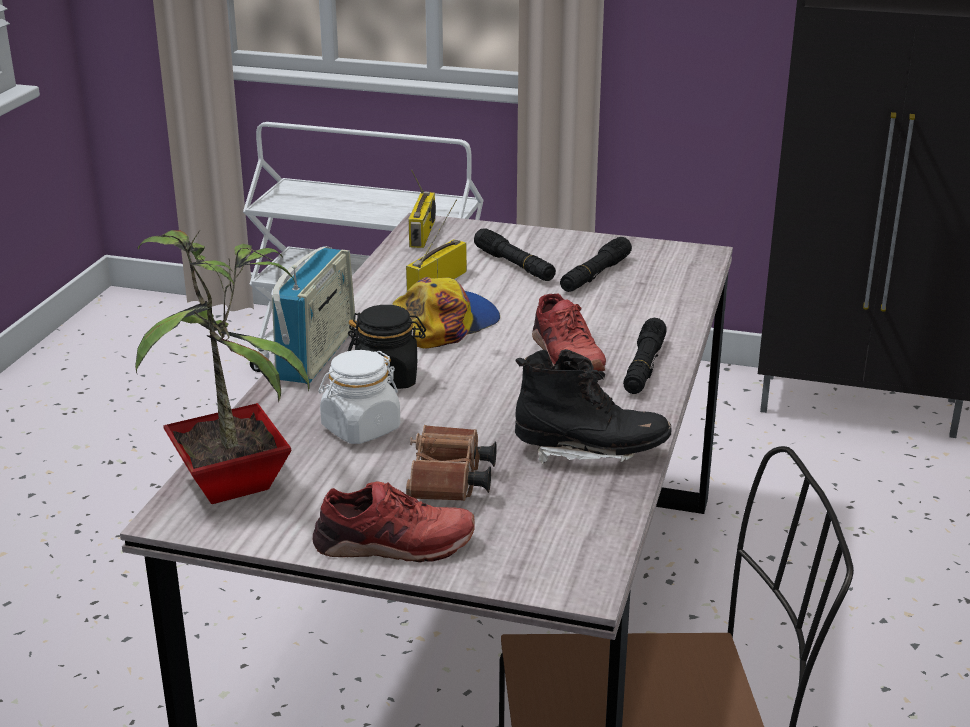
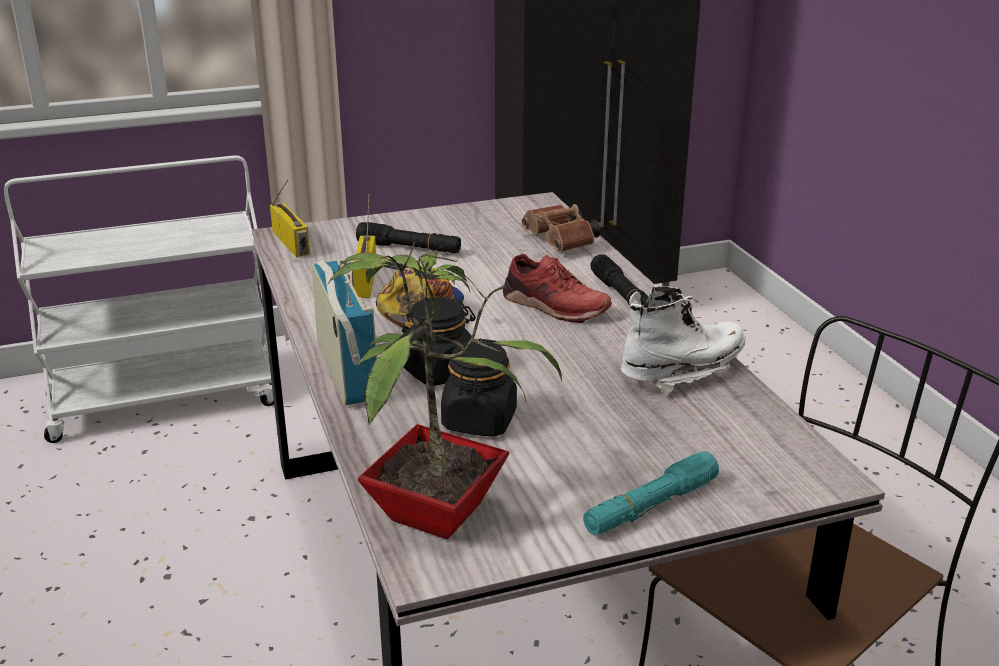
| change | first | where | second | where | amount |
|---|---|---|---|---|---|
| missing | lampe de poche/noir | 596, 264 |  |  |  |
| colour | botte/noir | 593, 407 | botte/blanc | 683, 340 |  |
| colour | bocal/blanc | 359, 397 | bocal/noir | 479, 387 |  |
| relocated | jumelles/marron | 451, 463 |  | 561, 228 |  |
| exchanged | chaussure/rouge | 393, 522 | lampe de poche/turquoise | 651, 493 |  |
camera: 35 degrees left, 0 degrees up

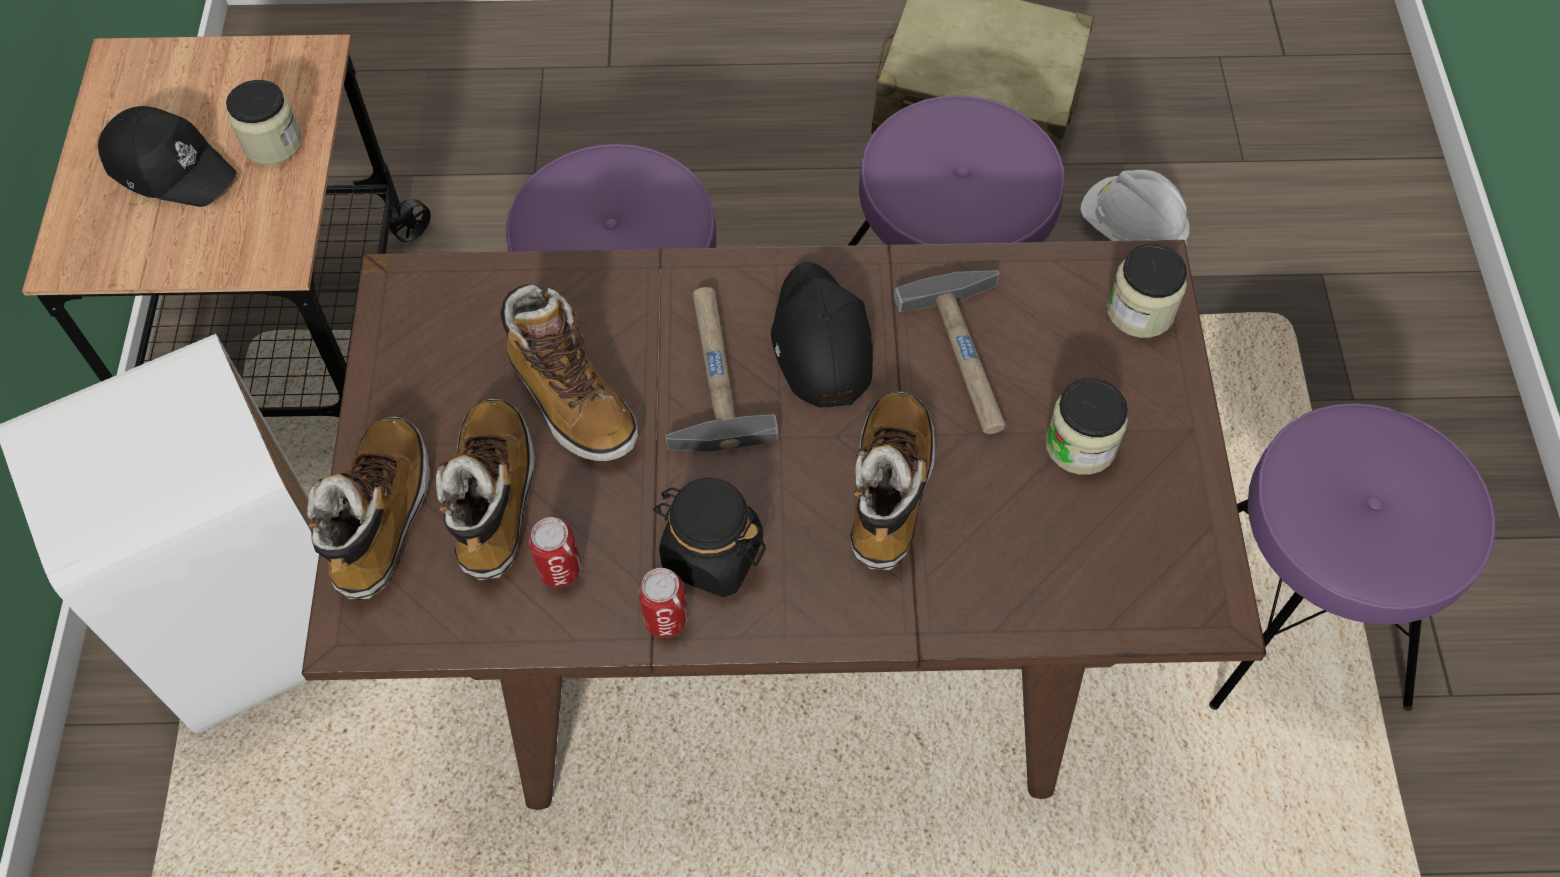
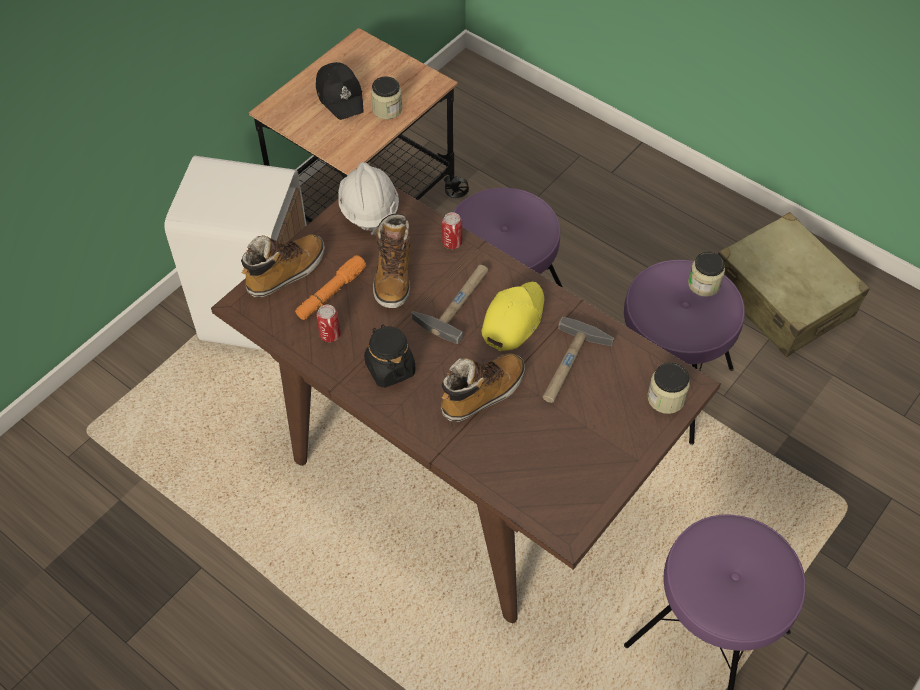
| change | first | where | second | where | amount |
|---|---|---|---|---|---|
| relocated | casque de chantier/blanc | 1135, 207 |  | 368, 198 |  |
| colour | casquette/noir | 822, 334 | casquette/jaune | 513, 316 |  |
| relocated | bocal | 1086, 426 |  | 706, 274 |  |
| exchanged | botte | 485, 489 | lampe de poche/orange | 330, 287 |  |
| relocated | boîte métallique | 663, 603 |  | 452, 230 |  |
camera: 40 degrees right, 5 degrees down

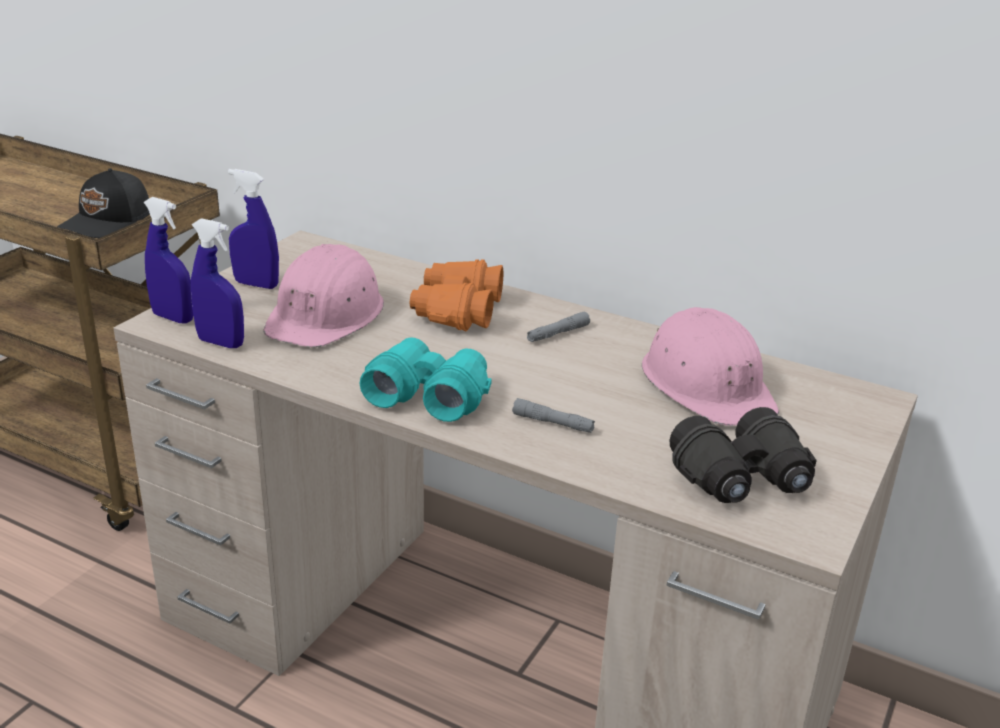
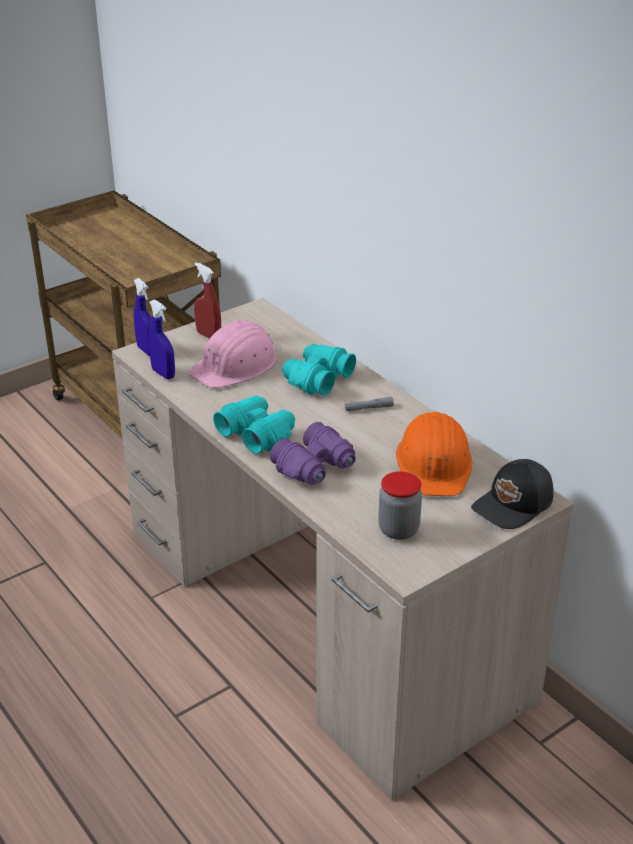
| change | first | where | second | where | amount |
|---|---|---|---|---|---|
| relocated | casquette/noir | 103, 203 |  | 512, 494 |  |
| colour | vaporisateur/bleu | 253, 229 | vaporisateur/rouge | 207, 300 |  |
| colour | jumelles/orange | 456, 295 | jumelles/turquoise | 319, 370 |  |
| colour | casque de chantier/rose | 710, 366 | casque de chantier/orange | 434, 454 |  |
| exchanged | lampe de poche/gris | 553, 415 | jumelles/violet | 313, 453 |  |
| exchanged | jumelles/noir | 743, 455 | bocal | 400, 505 |  |
camera: 25 degrees right, 5 degrees up

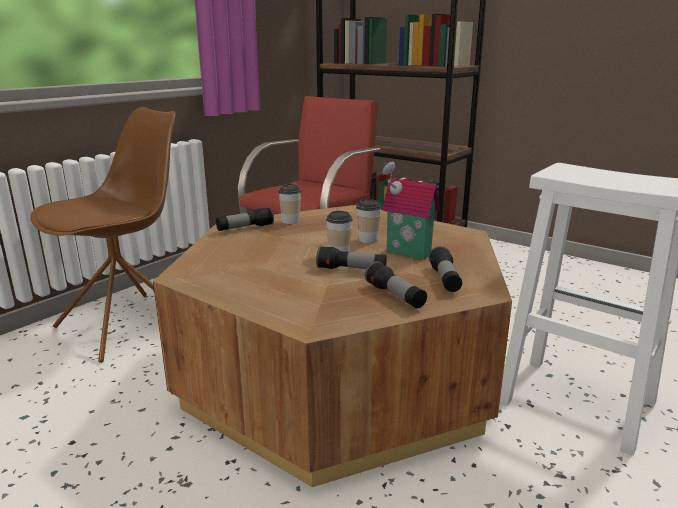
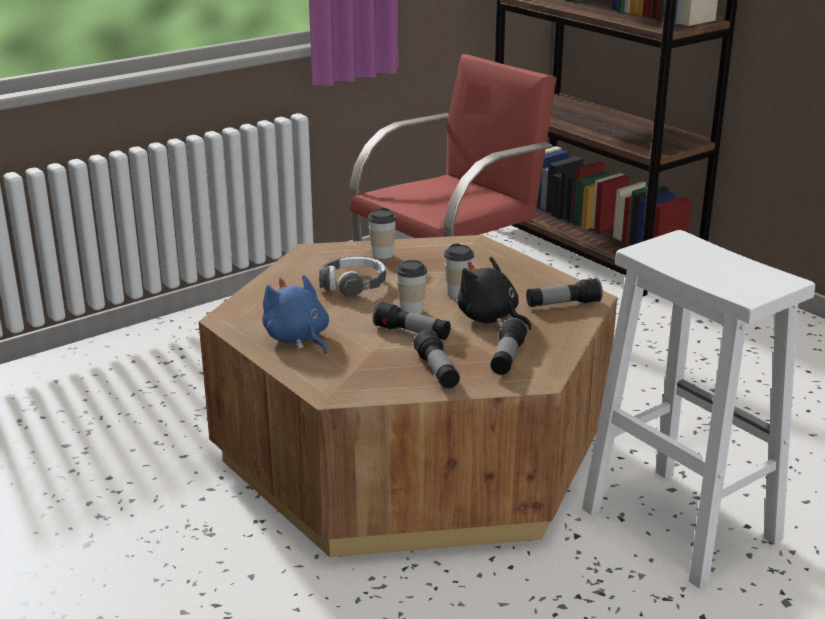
| change | first | where | second | where | amount |
|---|---|---|---|---|---|
| missing | chaise/marron | 103, 235 |  |  |  |
| exchanged | maison miniature | 411, 211 | peluche/noir | 494, 293 |  |
| relocated | lampe de poche | 245, 219 |  | 564, 292 |  |
| appeared |  |  | casque audio | 352, 277 |  |
| appeared |  |  | peluche/bleu | 295, 314 |  |
camera: 15 degrees right, 5 degrees up

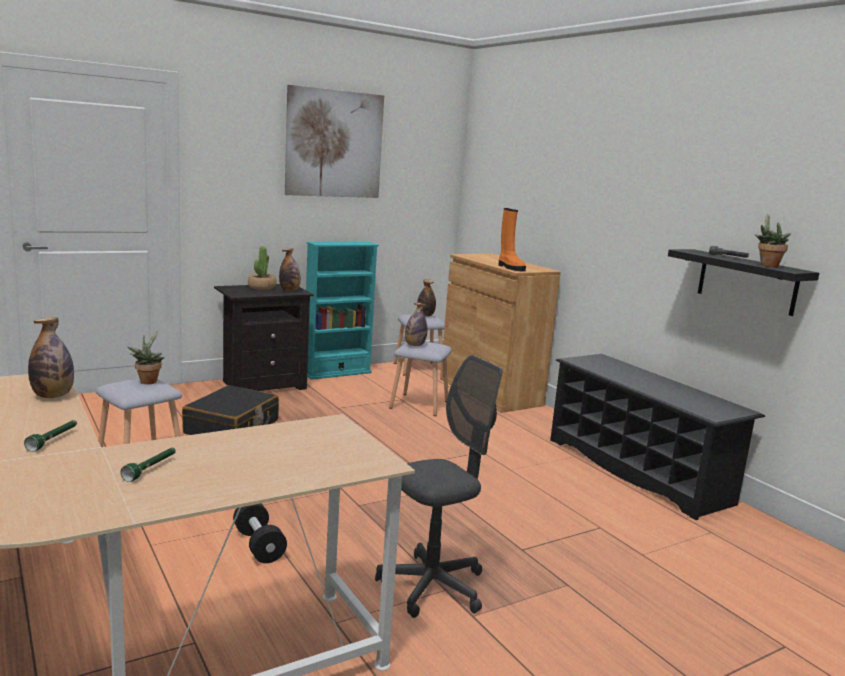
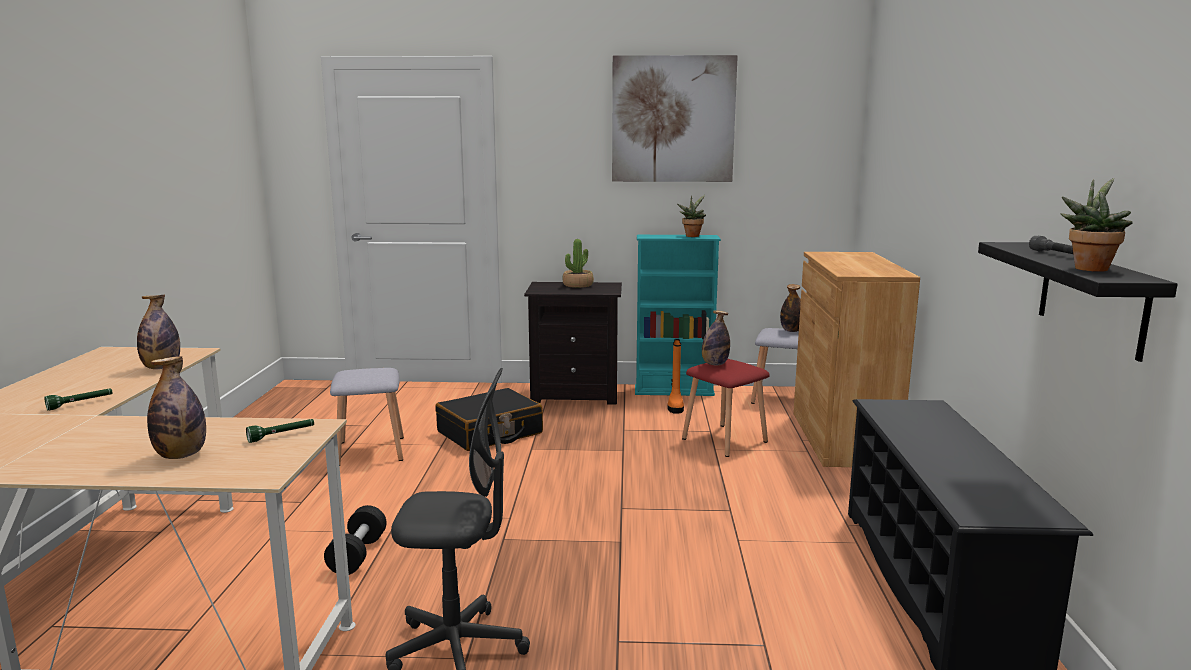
| change | first | where | second | where | amount |
|---|---|---|---|---|---|
| relocated | botte/orange | 512, 239 |  | 675, 376 |  |
| relocated | bouteille | 290, 269 |  | 176, 407 |  |
| relocated | plante en pot | 145, 357 |  | 691, 216 |  |
| colour | tabouret/gris | 420, 379 | tabouret/rouge | 726, 408 |  |
| relocated | lampe de poche/vert | 148, 465 |  | 280, 431 |  |
camera: 35 degrees right, 0 degrees up

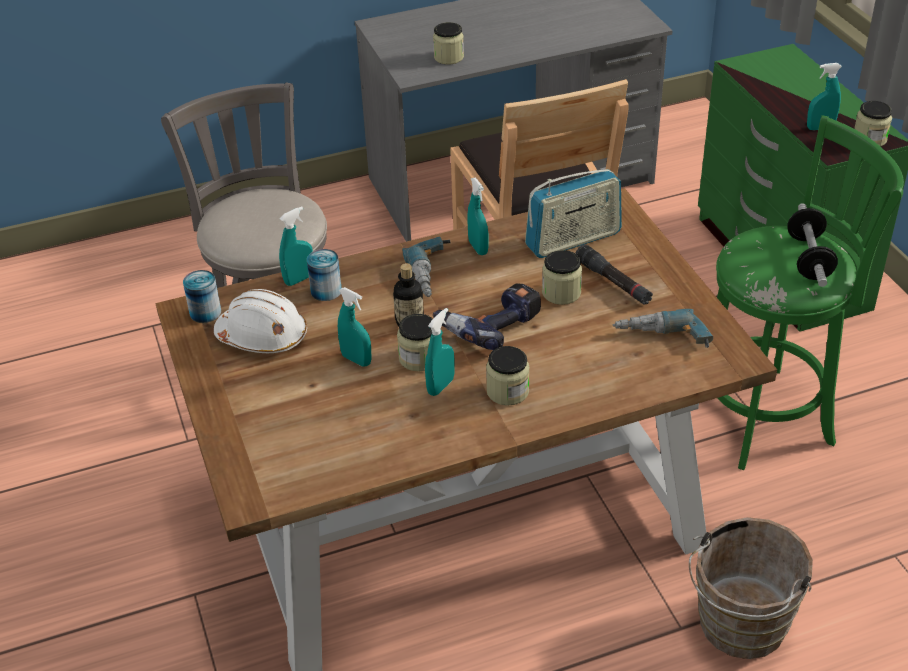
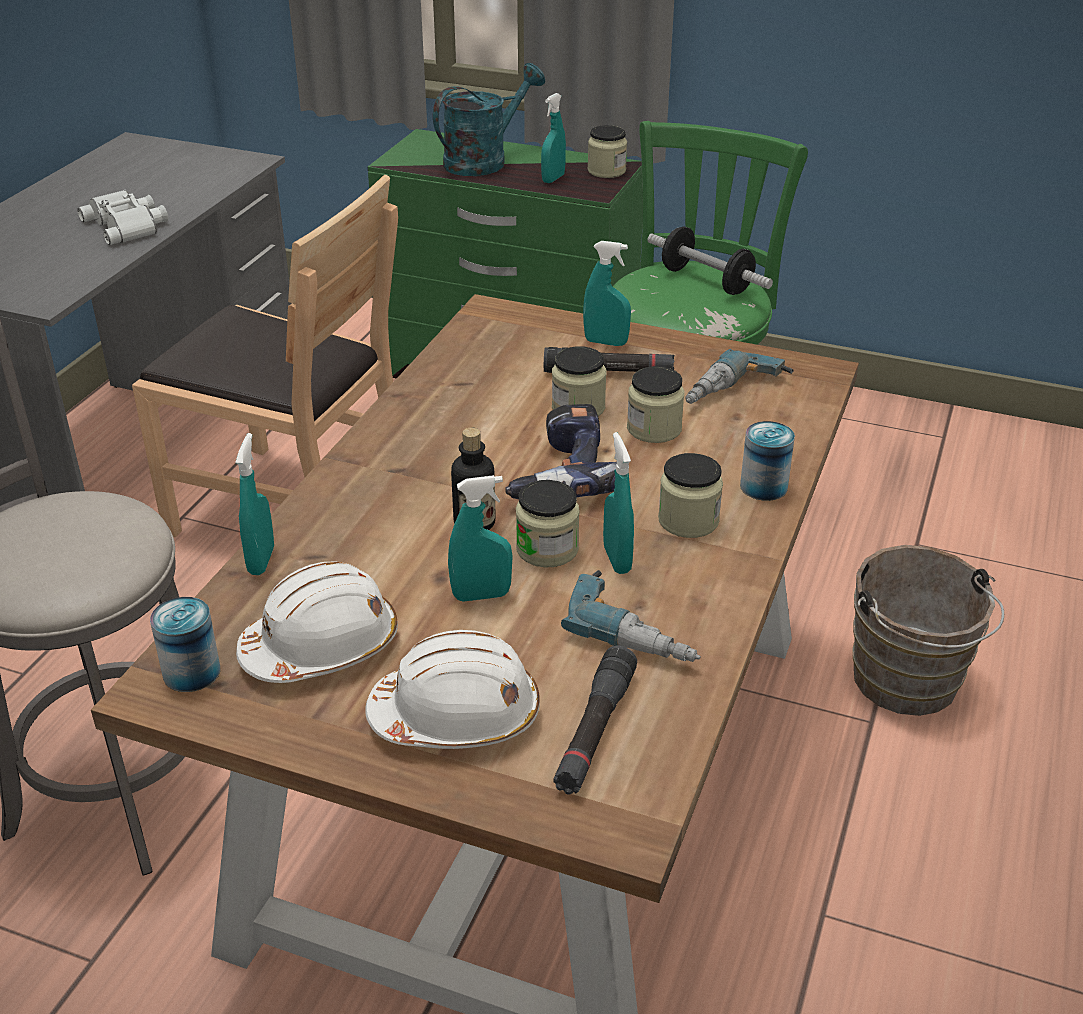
| change | first | where | second | where | amount |
|---|---|---|---|---|---|
| relocated | bocal | 448, 43 |  | 655, 404 |  |
| missing | radio | 573, 213 |  |  |  |
| relocated | vaporisateur/turquoise | 478, 216 |  | 607, 293 |  |
| relocated | perceuse | 426, 266 |  | 631, 616 |  |
| relocated | boîte métallique | 324, 275 |  | 767, 461 |  |
| appeared |  |  | arrosoir/turquoise | 489, 119 |  |
| appeared |  |  | jumelles/blanc | 122, 217 |  |
| appeared |  |  | casque de chantier/blanc | 453, 689 |  |
| appeared |  |  | lampe de poche/noir | 595, 720 |  |
camera: 50 degrees left, 5 degrees down

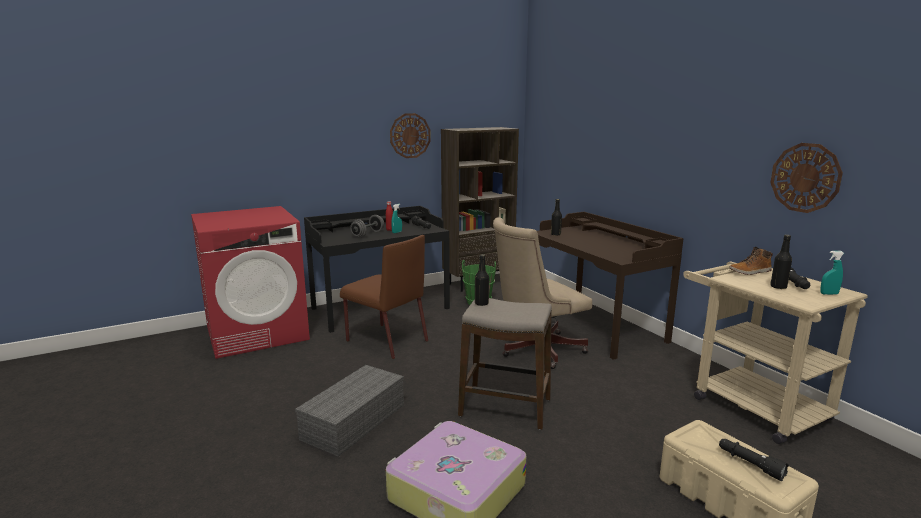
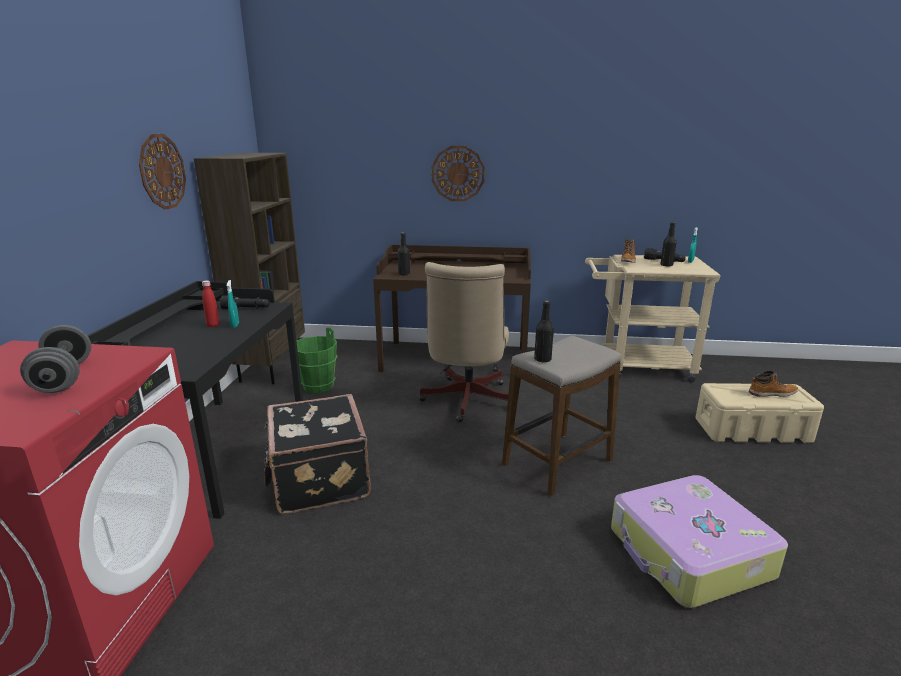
| change | first | where | second | where | amount |
|---|---|---|---|---|---|
| relocated | horloge murale | 806, 178 |  | 458, 173 |  |
| relocated | haltère/gris | 367, 226 |  | 55, 359 |  |
| exchanged | chaise/marron | 384, 297 | valise/noir | 317, 454 |  |
| missing | boîte de rangement/gris | 349, 411 |  |  |  |
| exchanged | lampe de poche/noir | 754, 460 | botte | 773, 384 |  |
camera: 55 degrees left, 5 degrees up

